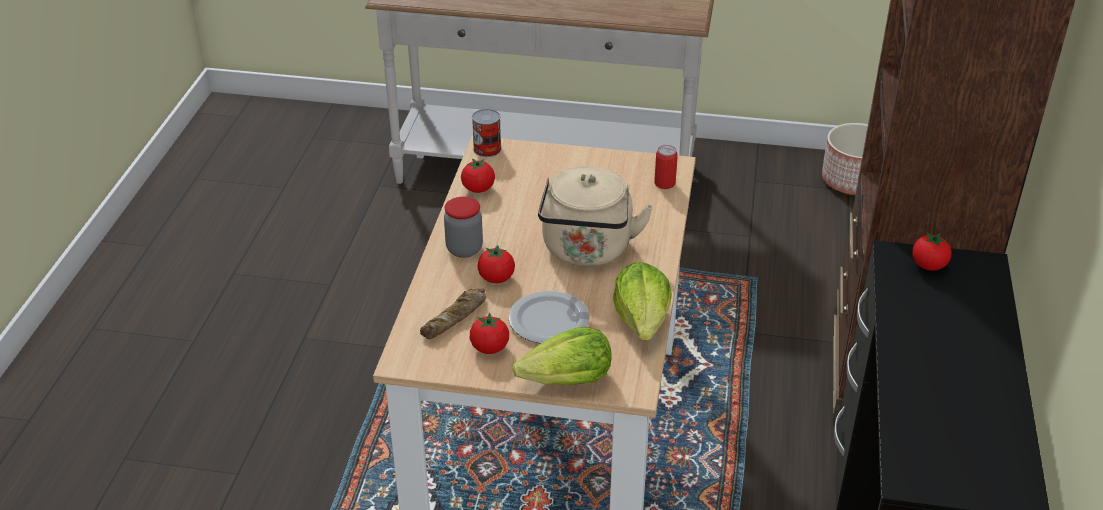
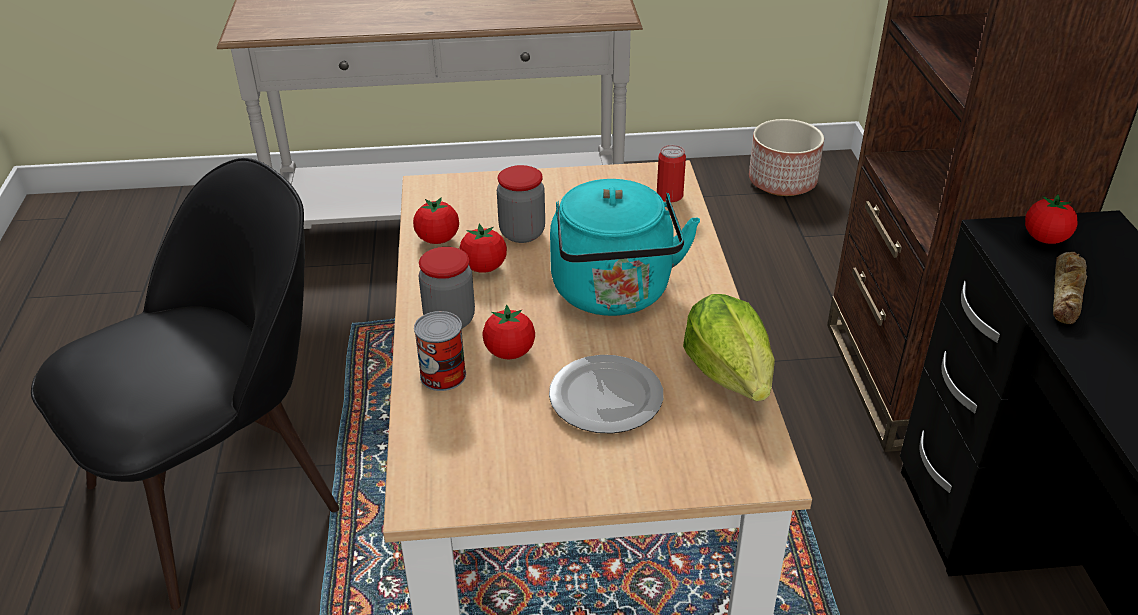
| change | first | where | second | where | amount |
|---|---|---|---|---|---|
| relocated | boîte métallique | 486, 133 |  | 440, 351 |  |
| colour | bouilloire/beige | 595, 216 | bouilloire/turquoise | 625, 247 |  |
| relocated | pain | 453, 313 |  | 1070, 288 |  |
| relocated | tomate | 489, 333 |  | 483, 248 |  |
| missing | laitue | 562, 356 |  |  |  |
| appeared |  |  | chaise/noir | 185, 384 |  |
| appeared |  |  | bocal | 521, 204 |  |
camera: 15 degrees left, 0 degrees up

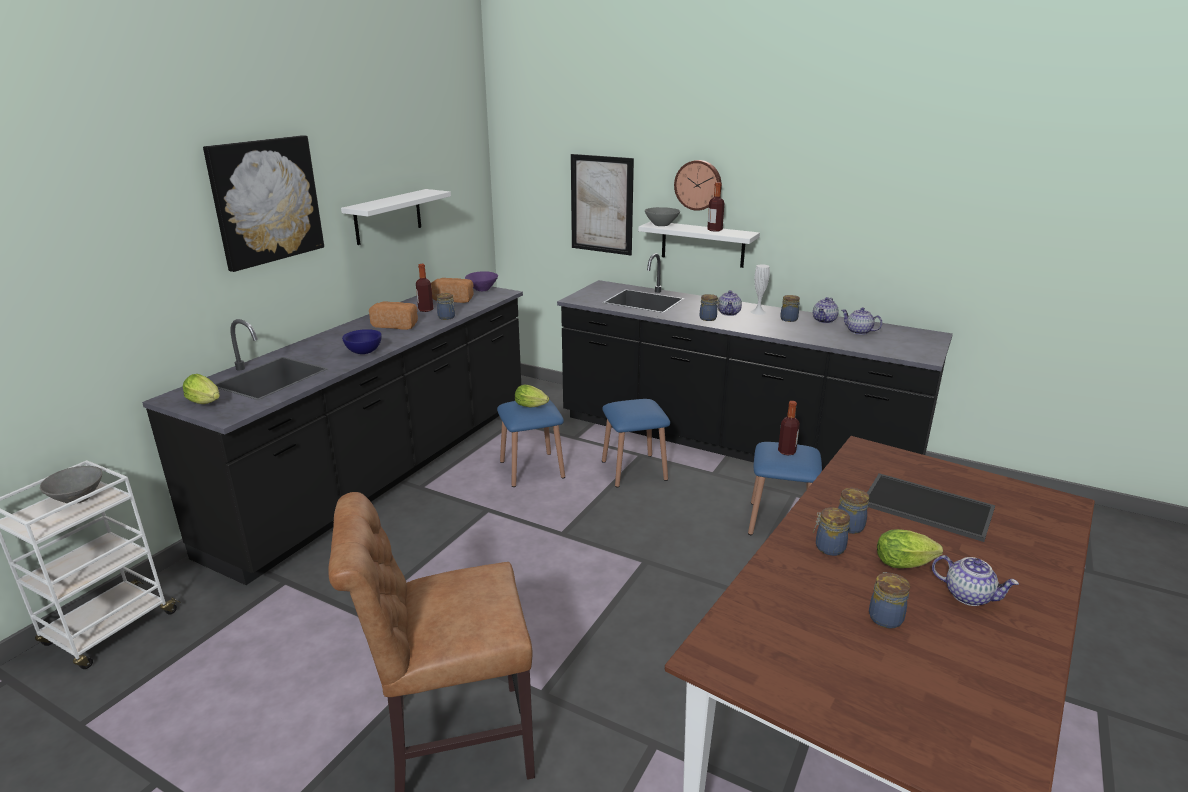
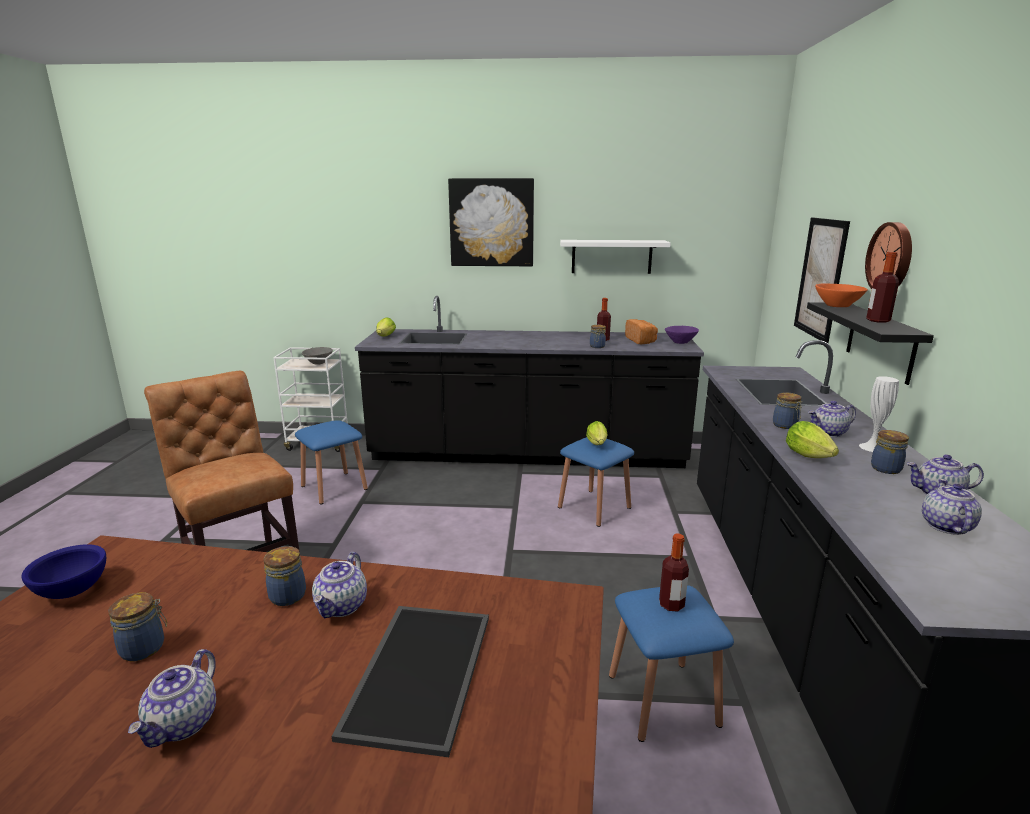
| change | first | where | second | where | amount |
|---|---|---|---|---|---|
| colour | bol/gris | 662, 216 | bol/orange | 841, 295 |  |
| colour | étagère/blanc | 699, 244 | étagère/noir | 870, 343 |  |
| missing | pain | 393, 315 |  |  |  |
| relocated | bol/bleu | 362, 341 |  | 64, 571 |  |
| relocated | tabouret/bleu | 636, 443 |  | 331, 462 |  |
| exchanged | bocal | 853, 511 | théière | 339, 585 |  |
| relocated | laitue | 910, 548 |  | 812, 439 |  |
camera: 65 degrees right, 5 degrees down

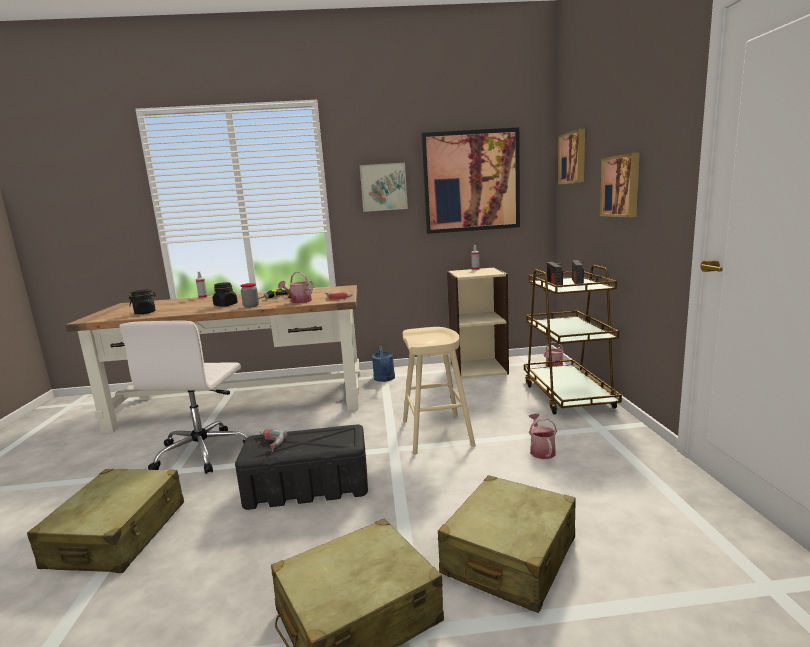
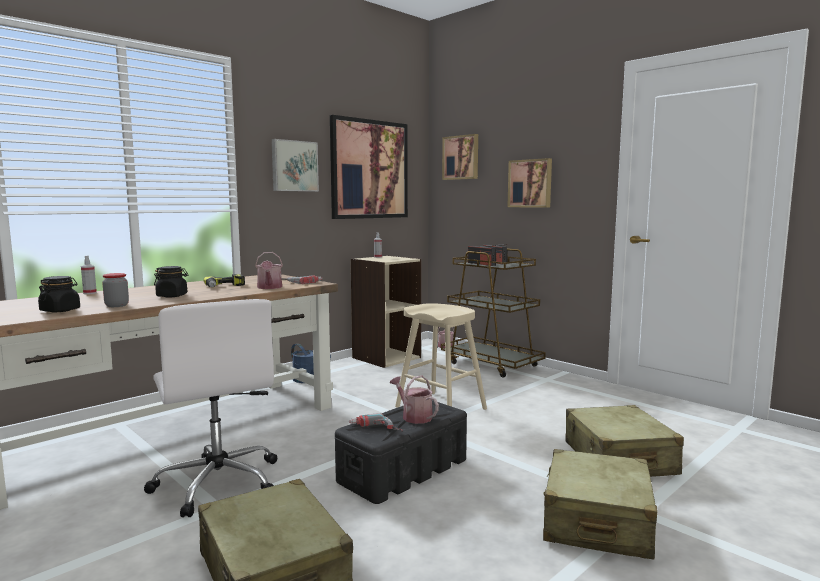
| change | first | where | second | where | amount |
|---|---|---|---|---|---|
| relocated | bocal | 250, 295 |  | 115, 290 |  |
| relocated | arrosoir | 543, 436 |  | 414, 399 |  |
camera: 40 degrees left, 5 degrees down

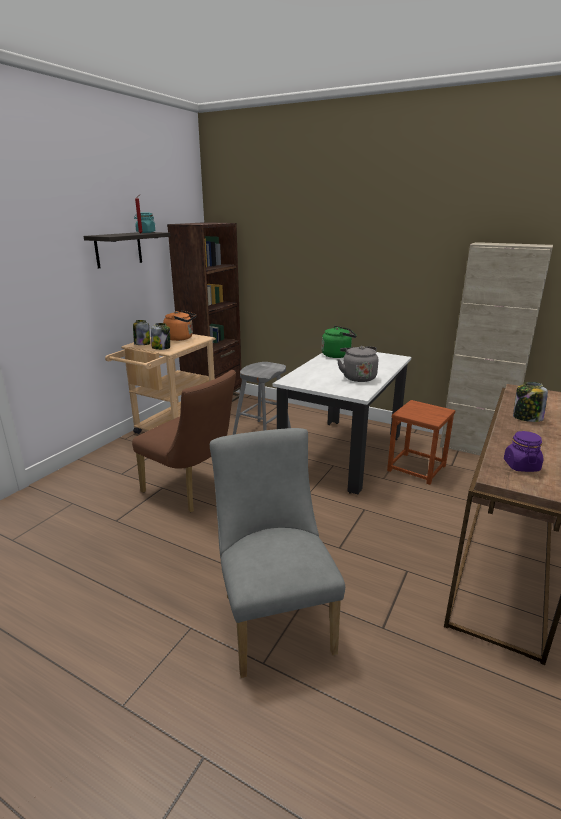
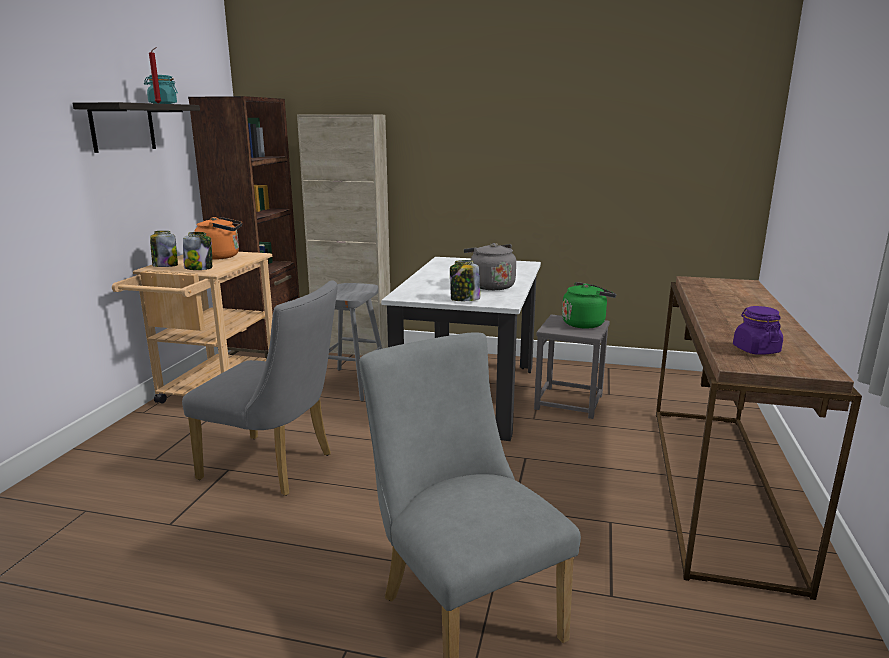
| change | first | where | second | where | amount |
|---|---|---|---|---|---|
| relocated | meuble de rangement/beige | 496, 348 |  | 343, 234 |  |
| relocated | bouilloire/vert | 339, 342 |  | 589, 305 |  |
| colour | chaise/marron | 184, 441 | chaise/gris | 260, 388 |  |
| relocated | bocal | 530, 402 |  | 465, 280 |  |
| colour | tabouret/marron | 421, 442 | tabouret/gris | 572, 366 |  |
camera: 15 degrees left, 5 degrees down

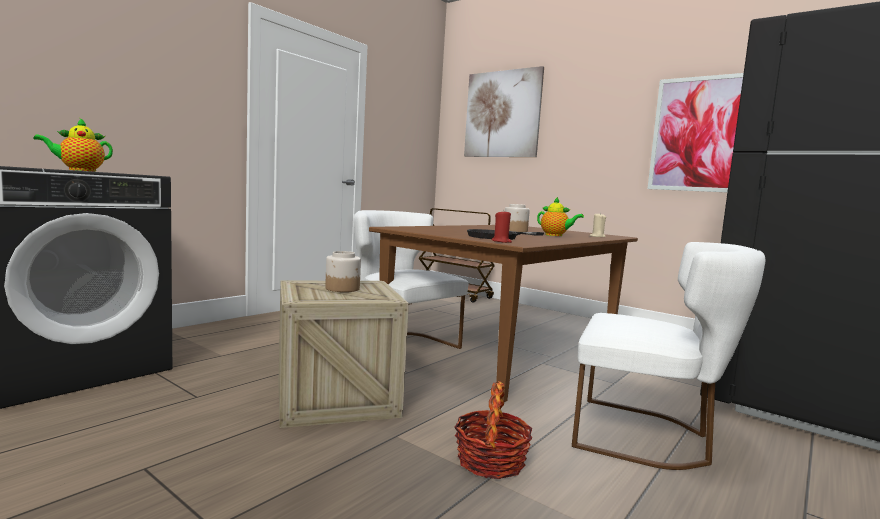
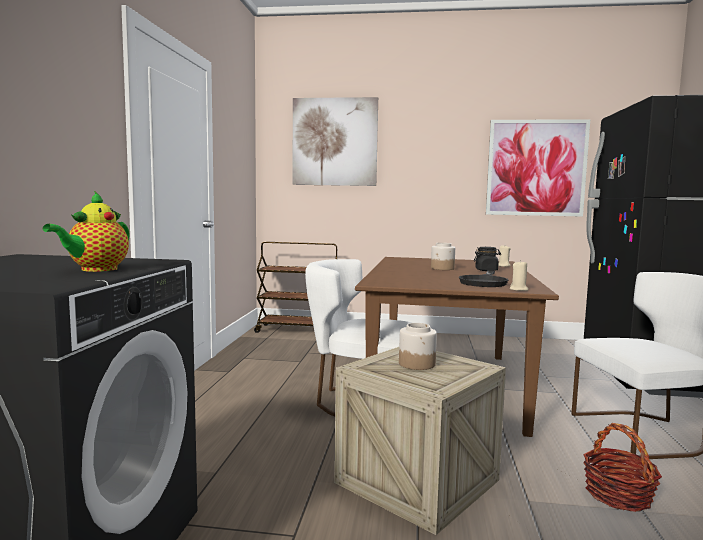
| change | first | where | second | where | amount |
|---|---|---|---|---|---|
| exchanged | théière | 560, 216 | bocal/noir | 487, 259 |  |
| colour | bougie/rouge | 502, 226 | bougie/beige | 519, 275 |  |
camera: 30 degrees left, 0 degrees up

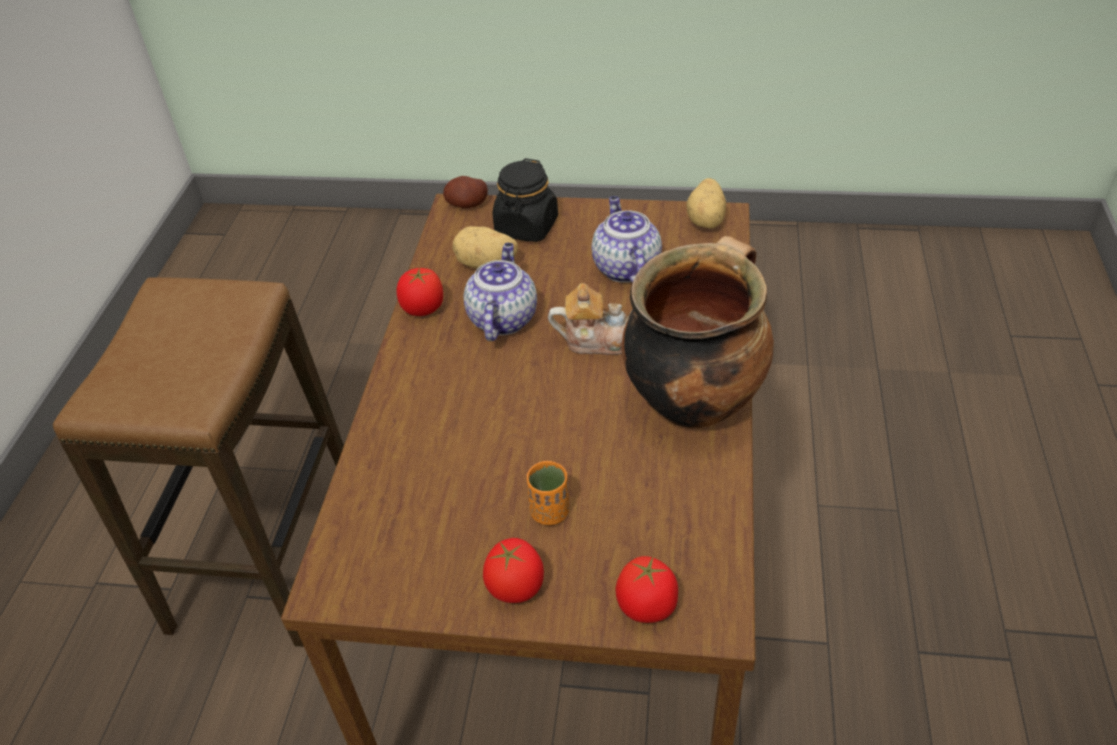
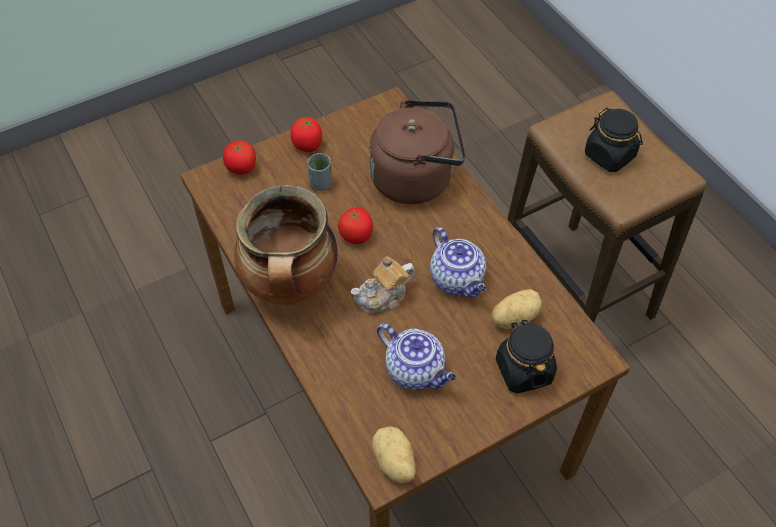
| change | first | where | second | where | amount |
|---|---|---|---|---|---|
| missing | pomme de terre | 465, 192 |  |  |  |
| relocated | tomate | 420, 291 |  | 355, 225 |  |
| colour | tasse/orange | 548, 493 | tasse/gris | 319, 172 |  |
| appeared |  |  | bouilloire/marron | 417, 152 |  |
| appeared |  |  | bocal/noir | 614, 140 |  |
camera: 140 degrees right, 10 degrees up

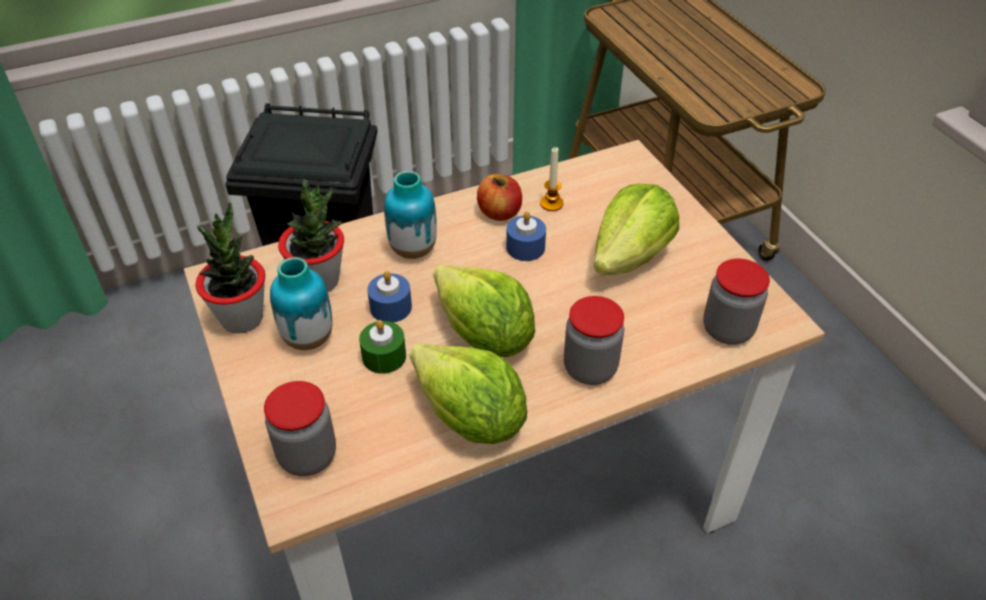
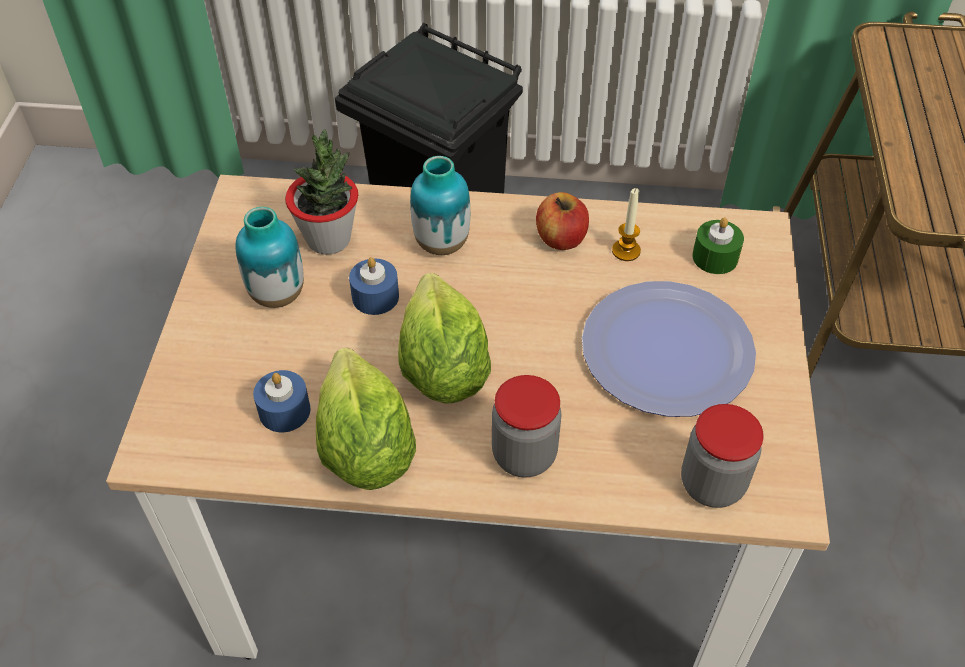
| change | first | where | second | where | amount |
|---|---|---|---|---|---|
| exchanged | laitue | 636, 229 | assiette | 669, 349 |  |
| missing | plante en pot | 230, 268 |  |  |  |
| relocated | bougie/bleu | 526, 236 |  | 282, 401 |  |
| relocated | bougie/vert | 382, 347 |  | 718, 245 |  |
| missing | bocal | 300, 428 |  |  |  |
camera: 30 degrees right, 5 degrees up

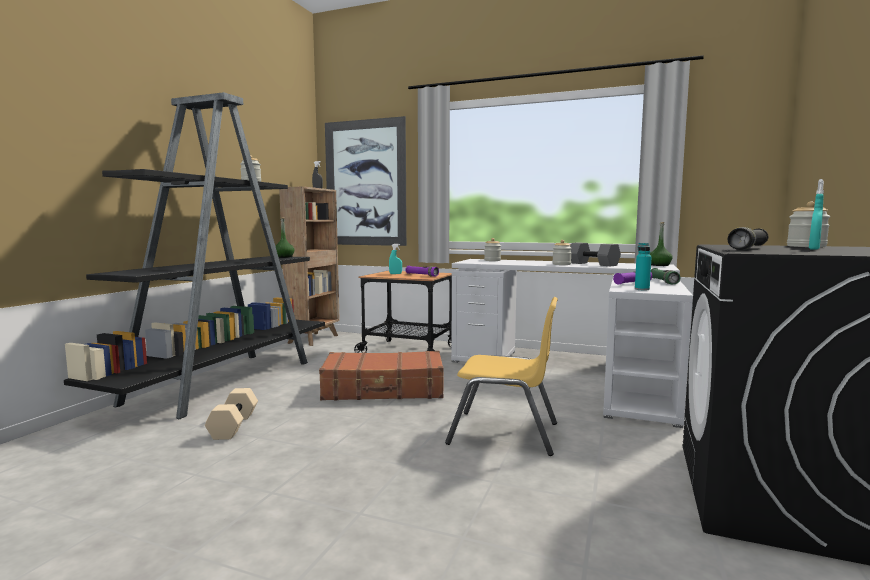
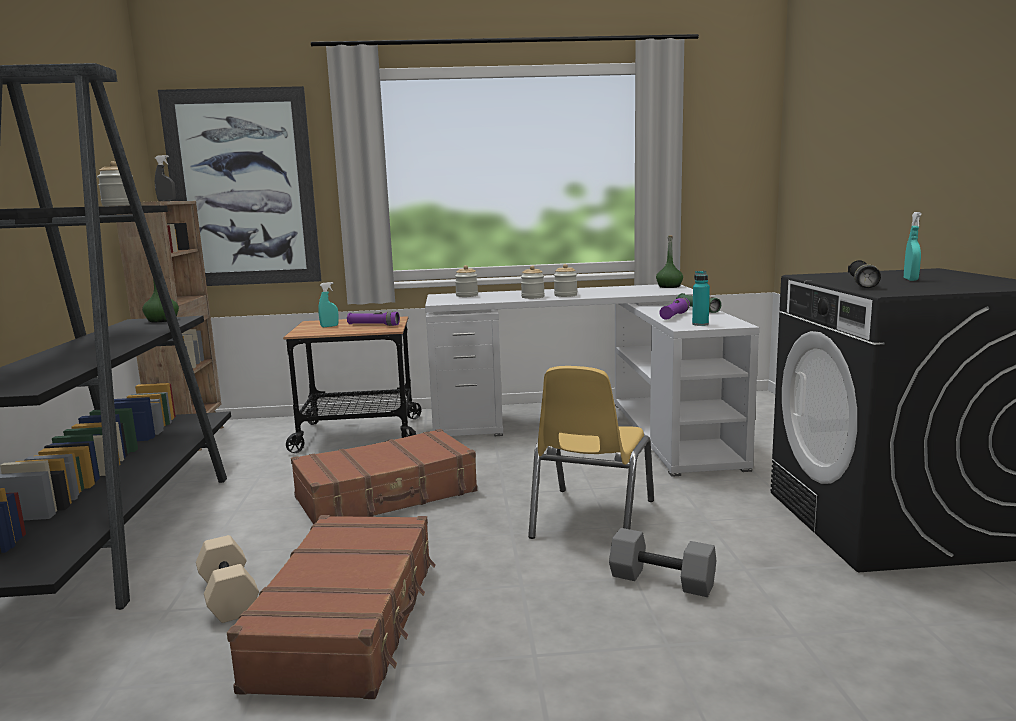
| change | first | where | second | where | amount |
|---|---|---|---|---|---|
| relocated | bocal | 808, 224 |  | 533, 282 |  |
| relocated | haltère/gris | 595, 254 |  | 662, 562 |  |
| spun | chaise/jaune | 501, 376 |  | 591, 452 | 120 degrees clockwise |
| appeared |  |  | valise/marron | 331, 607 |  |
camera: 25 degrees left, 5 degrees up

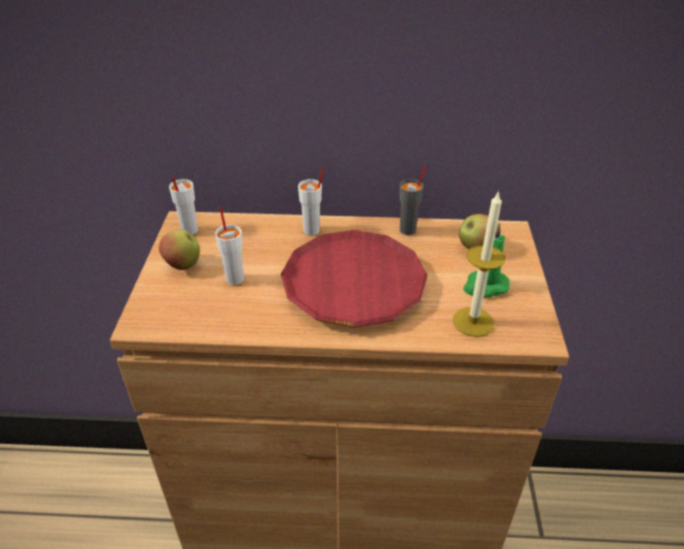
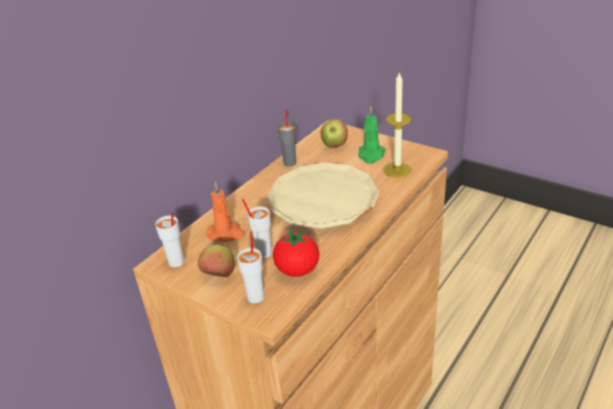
| change | first | where | second | where | amount |
|---|---|---|---|---|---|
| relocated | tasse/blanc | 311, 201 |  | 250, 267 |  |
| colour | assiette/rouge | 354, 279 | assiette/beige | 323, 195 |  |
| appeared |  |  | bougie/orange | 226, 211 |  |
| appeared |  |  | tomate | 296, 252 |  |
camera: 55 degrees left, 5 degrees down

